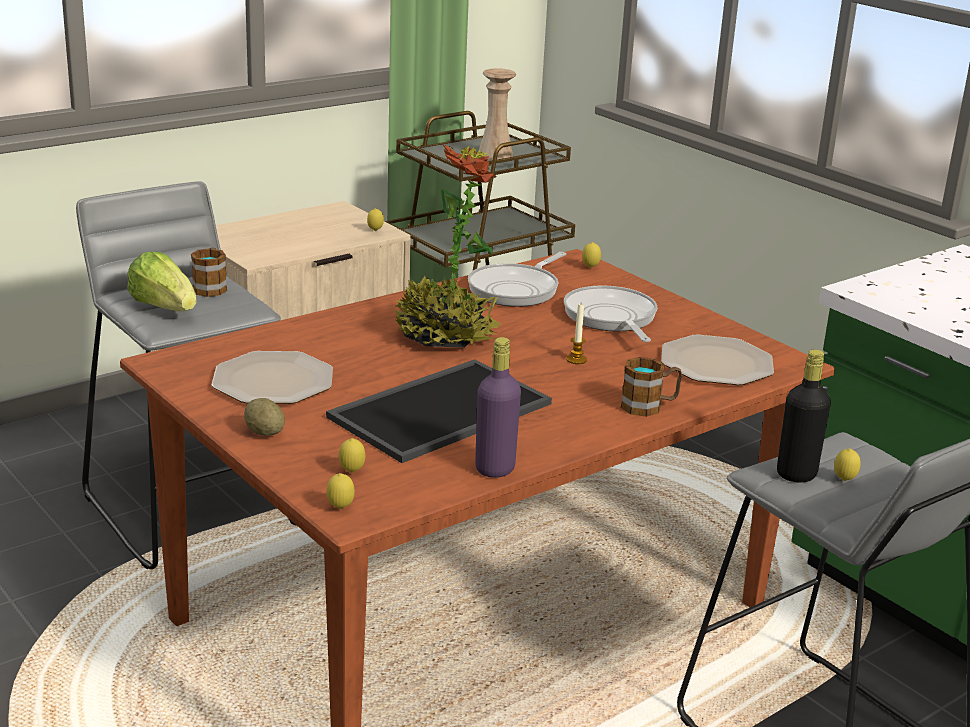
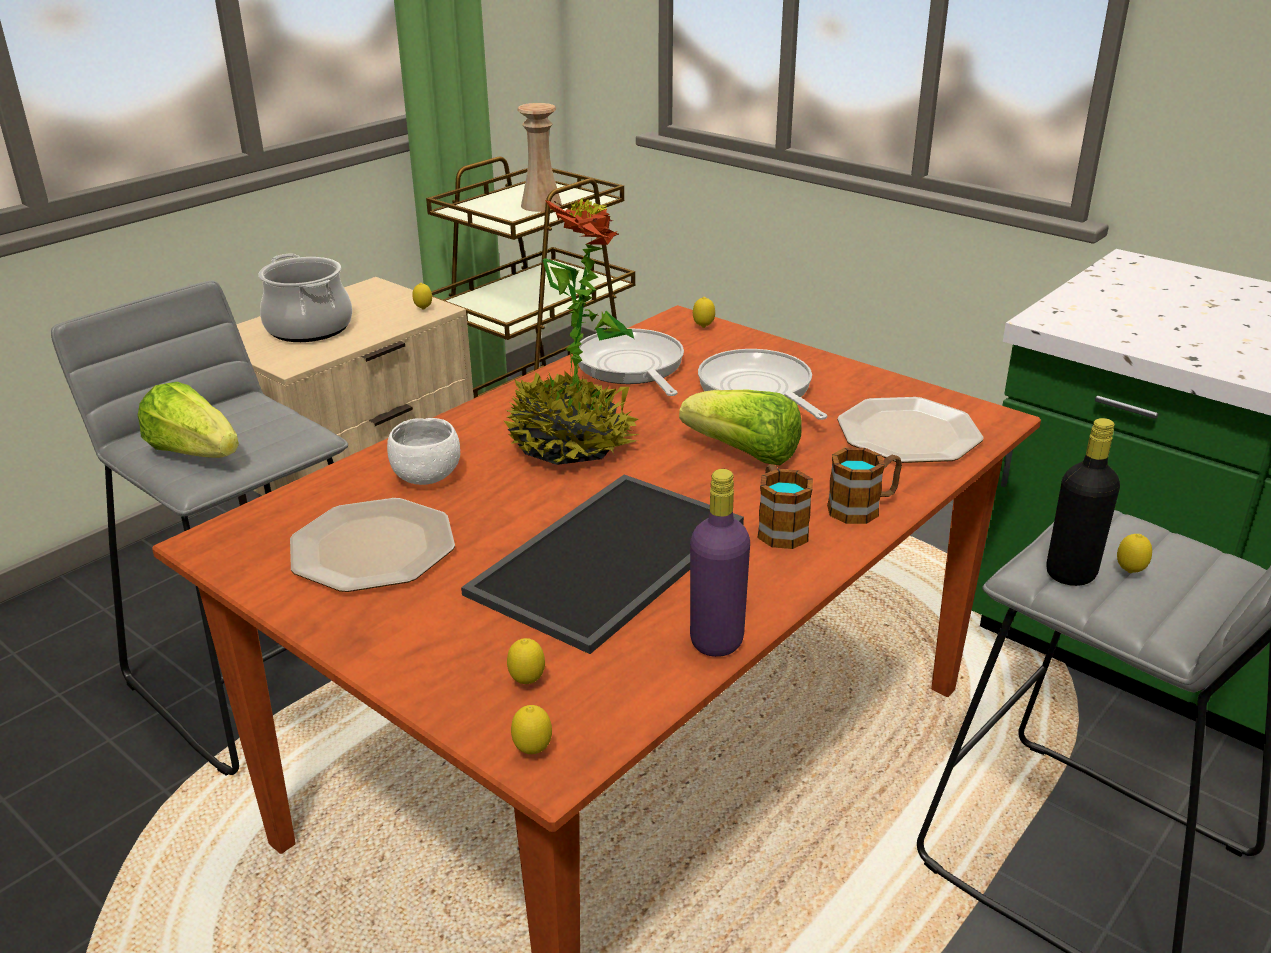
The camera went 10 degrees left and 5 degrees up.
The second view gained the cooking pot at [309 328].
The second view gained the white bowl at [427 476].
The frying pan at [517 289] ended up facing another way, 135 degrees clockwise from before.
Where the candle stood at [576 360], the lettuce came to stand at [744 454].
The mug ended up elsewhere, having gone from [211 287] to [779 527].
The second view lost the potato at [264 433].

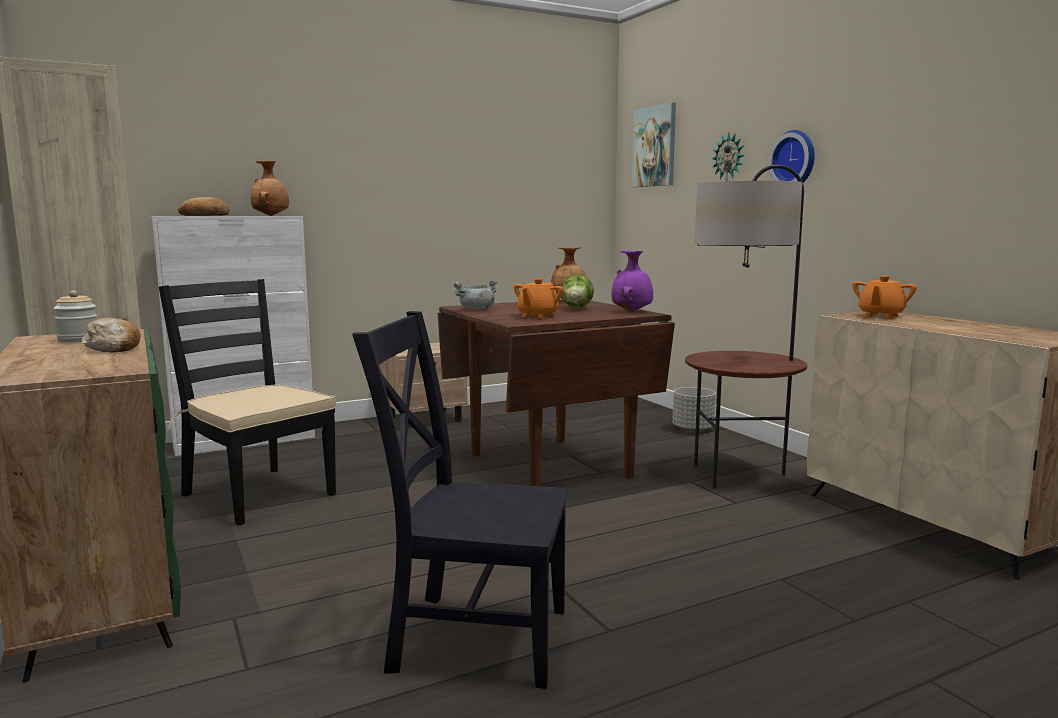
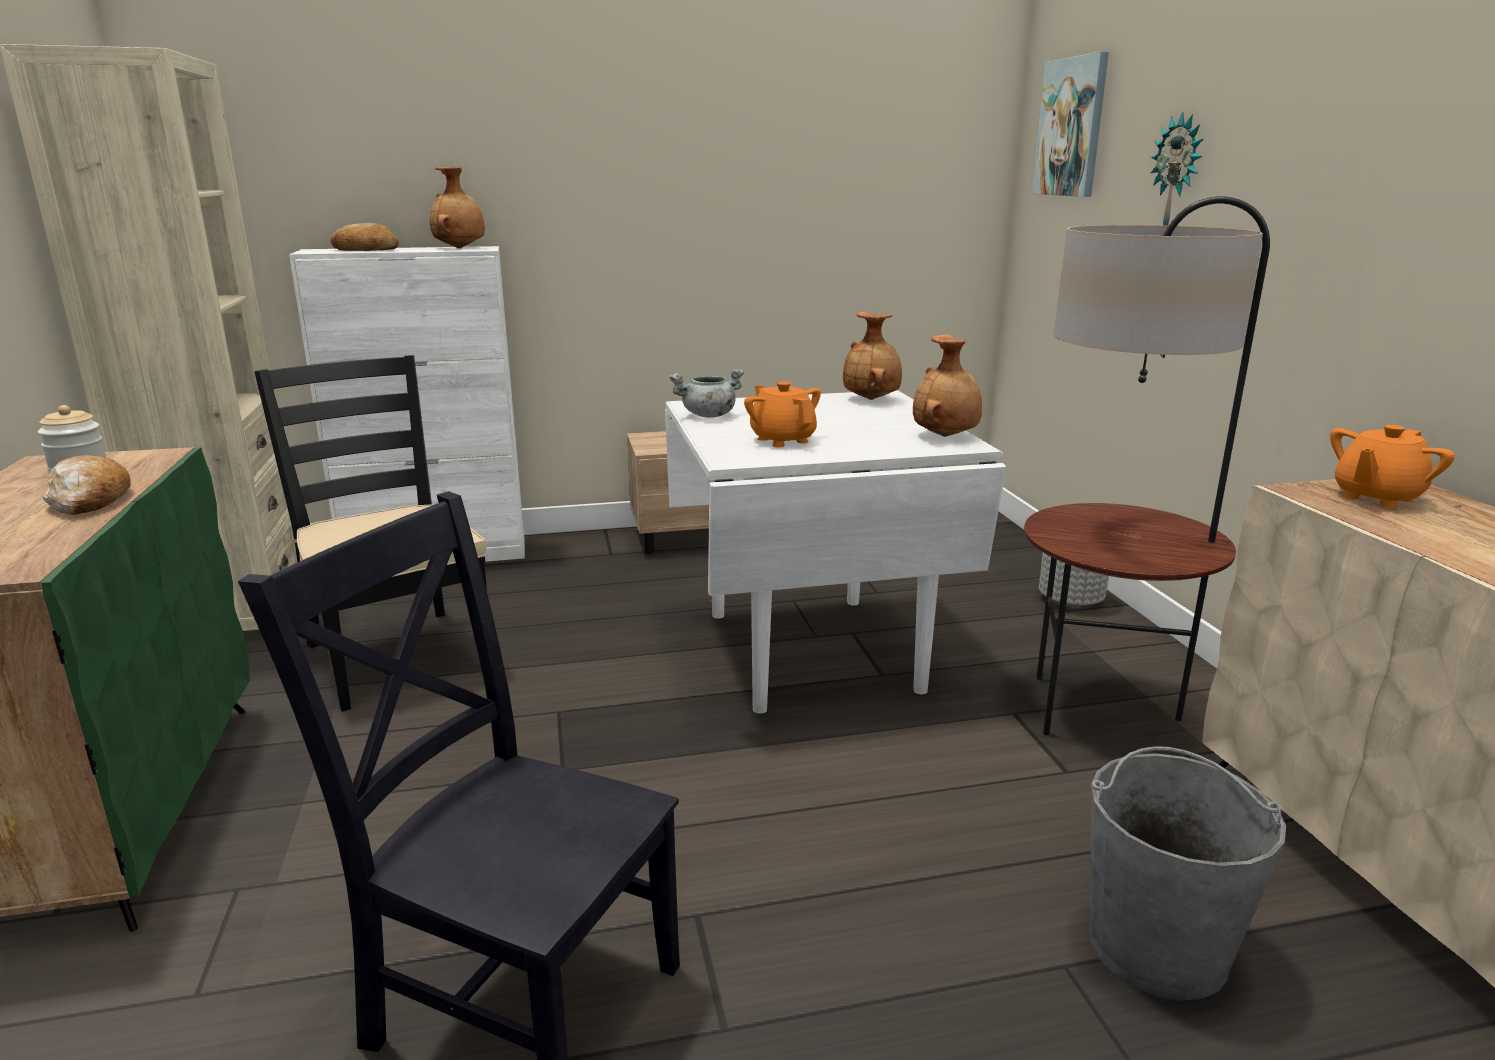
The camera went 15 degrees right and 10 degrees up.
What was the brown dining table at [550 465] turned into the white dining table at [813 650].
The orange teapot at [537 316] ended up facing another way, 105 degrees clockwise from before.
What was the purple vase at [632 311] turned into the brown vase at [946 436].
The second view gained the grey bucket at [1157 946].
The second view lost the lettuce at [577 308].
The second view lost the wall clock at [795 160].

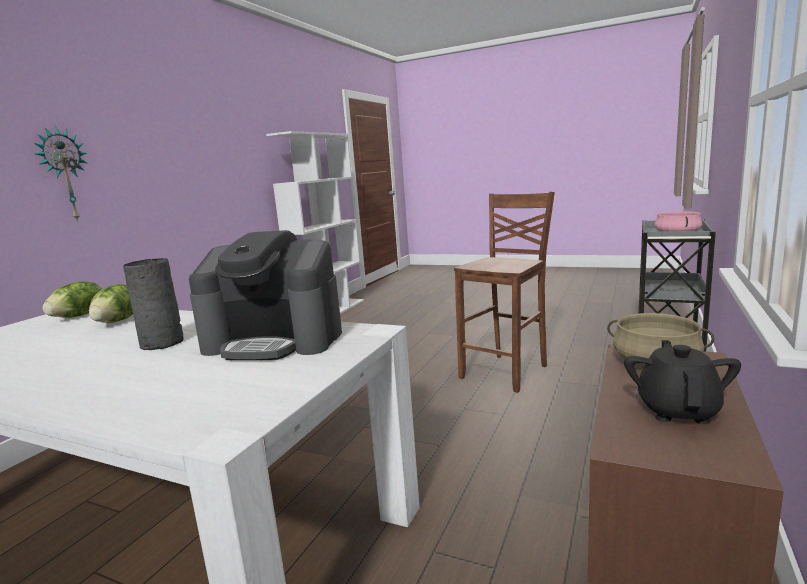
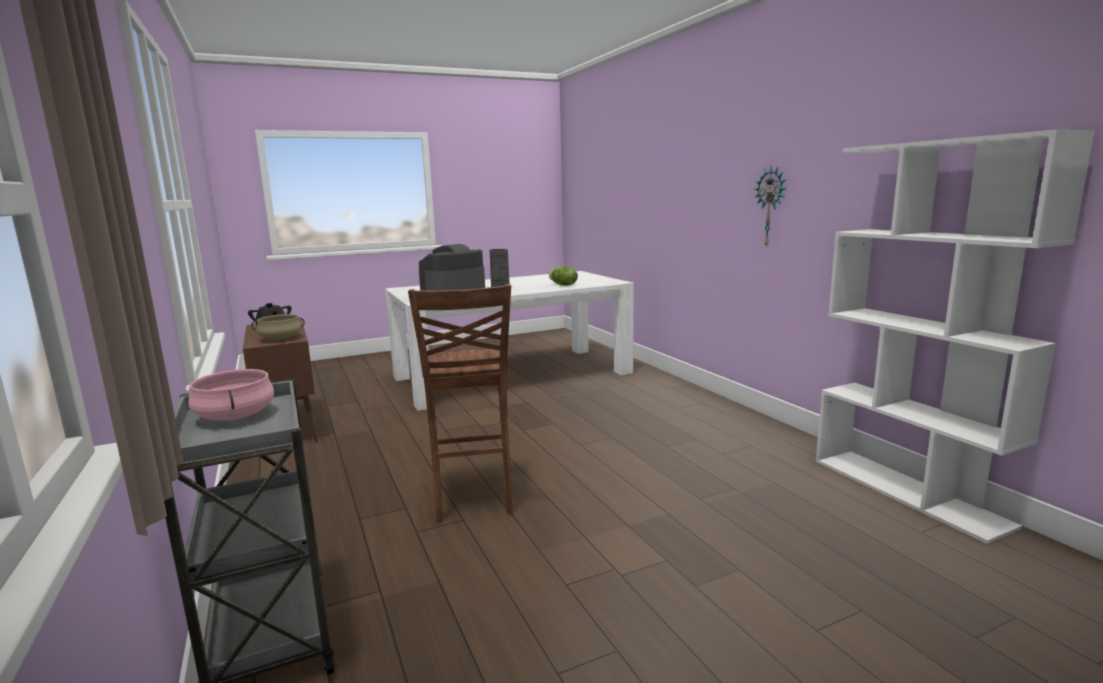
The camera went 130 degrees right and 0 degrees up.
The wall clock ended up elsewhere, having gone from [64 175] to [771 207].
The second view lost the lettuce at [79 316].

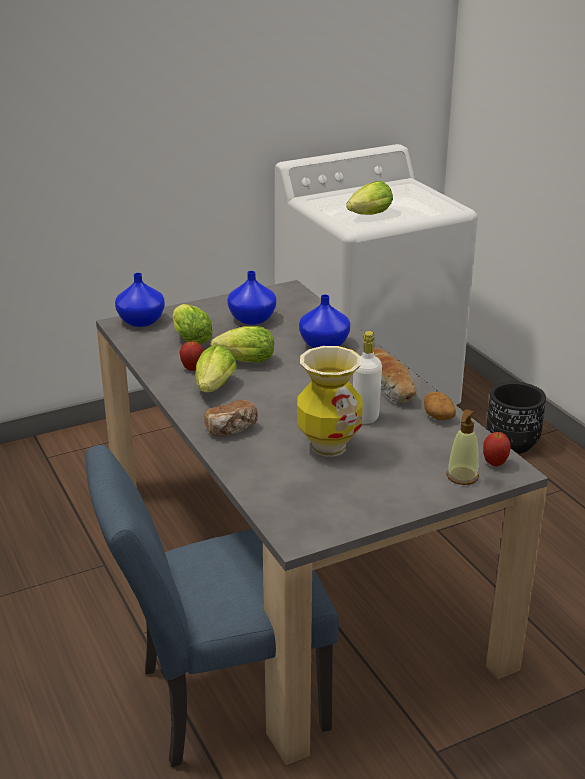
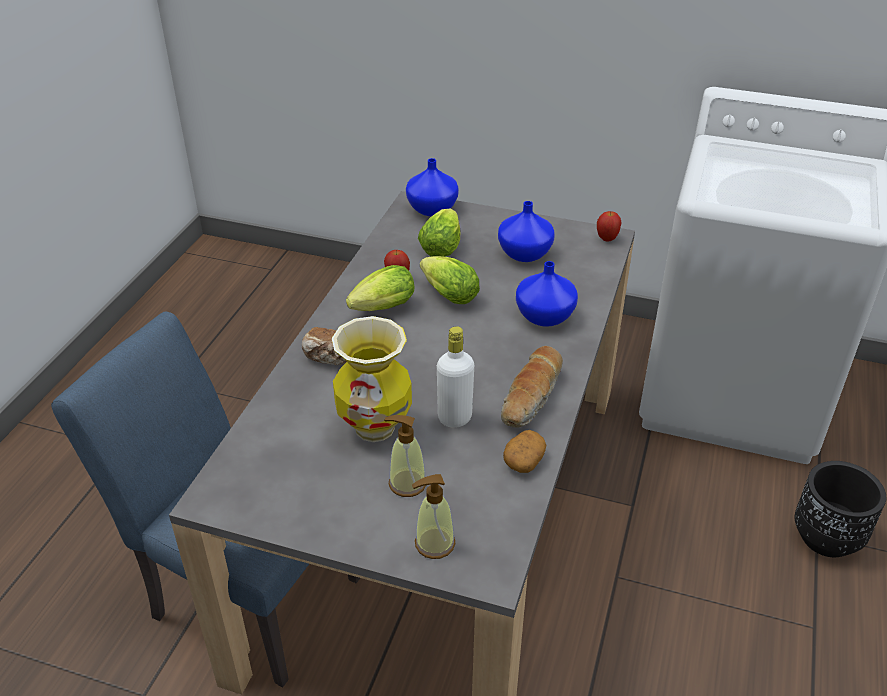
The camera went 45 degrees right and 10 degrees up.
The second view gained the soap dispenser at [407 483].
The apple ended up elsewhere, having gone from [494 463] to [607 239].
The second view lost the lettuce at [367 216].

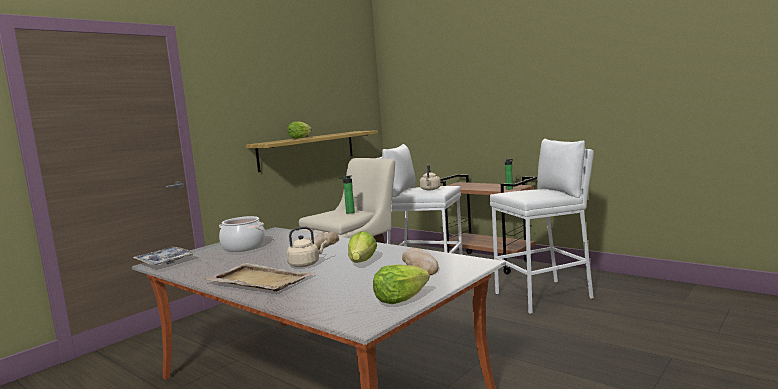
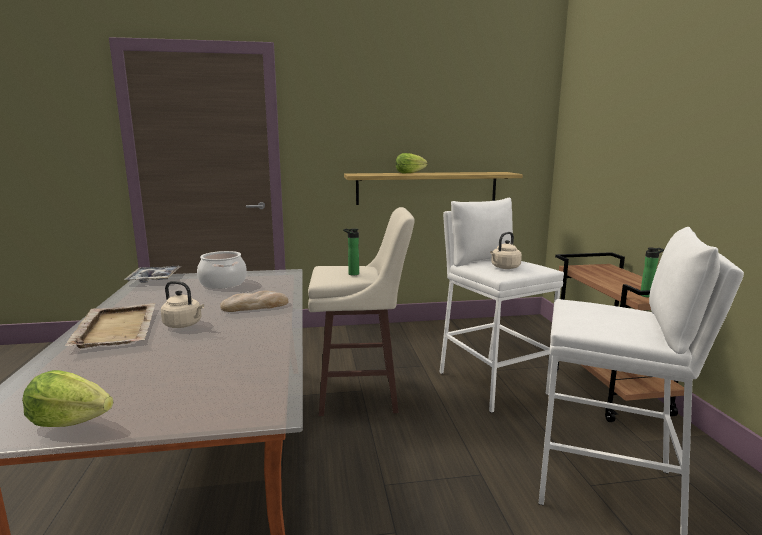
The camera went 40 degrees right and 5 degrees up.
The second view lost the lettuce at [362 262].
The second view lost the bread at [420 266].

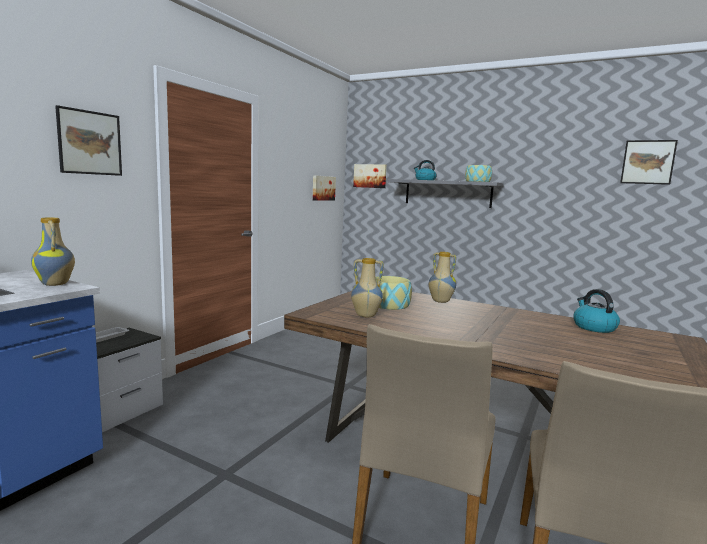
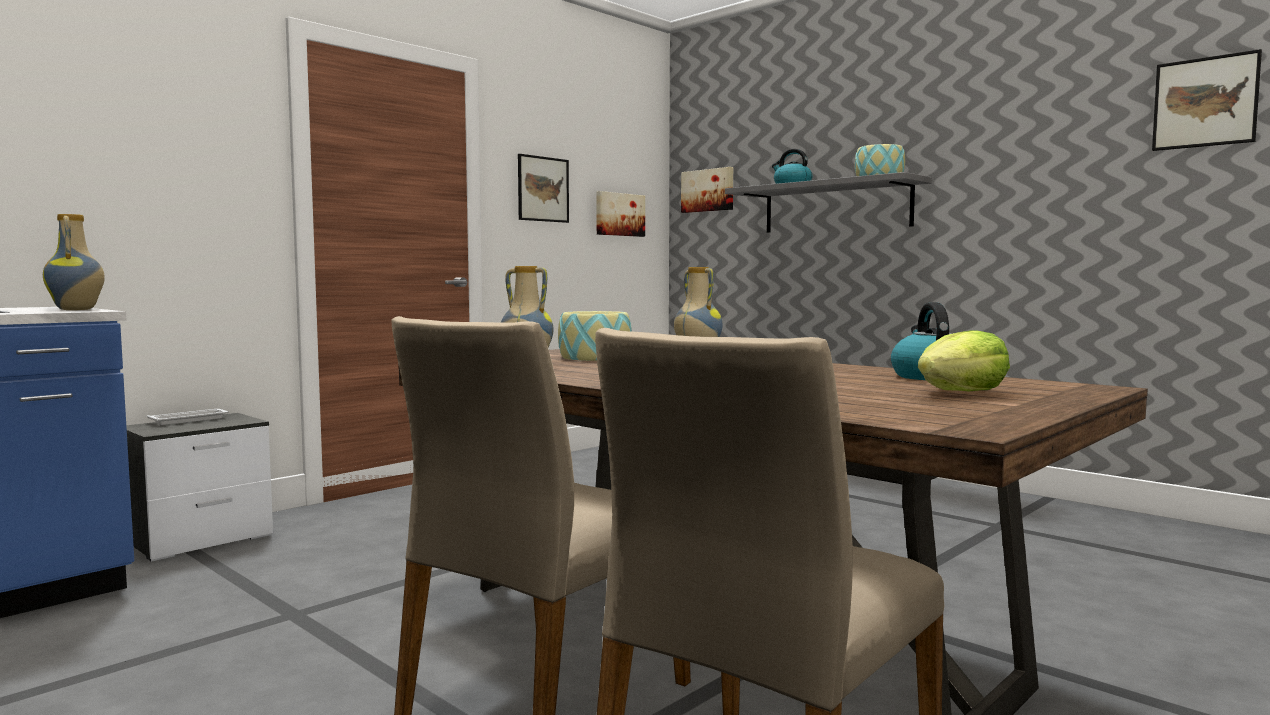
The camera went 15 degrees right and 5 degrees down.
The picture ended up elsewhere, having gone from [90 143] to [543 189].
The second view gained the lettuce at [961 392].

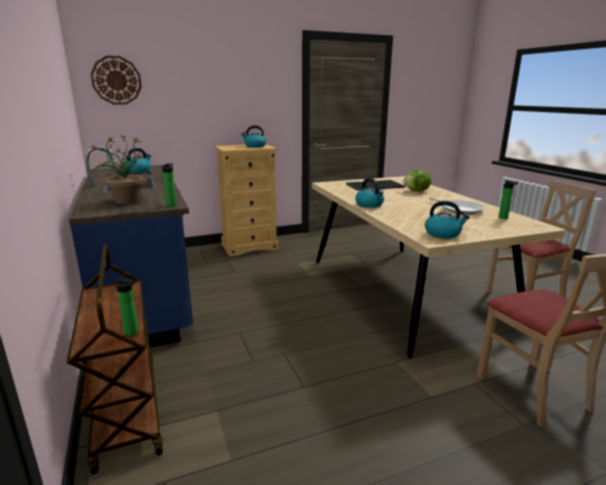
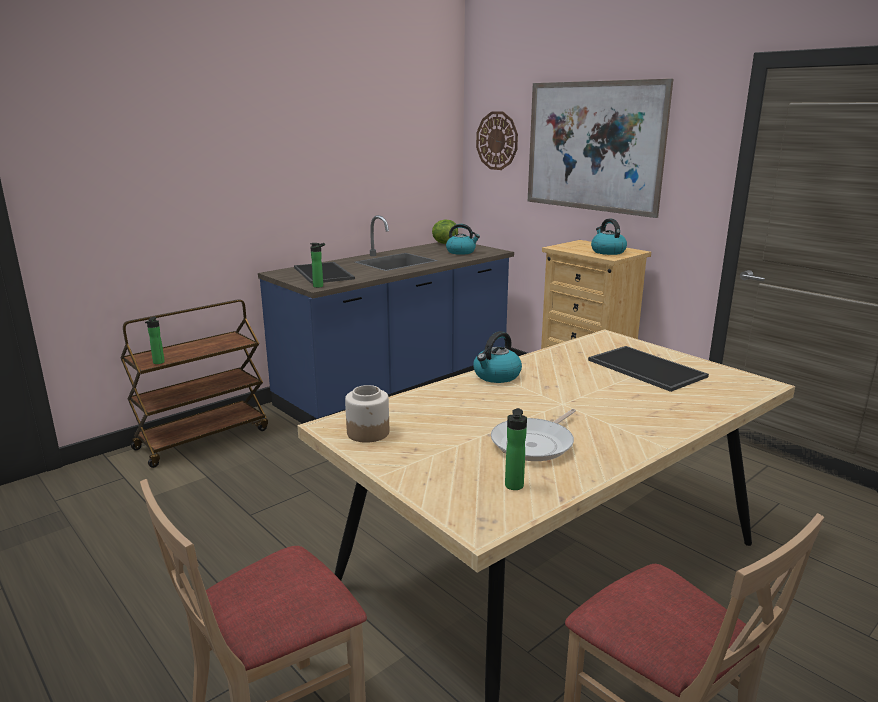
The camera went 70 degrees right and 0 degrees up.
Where the potted plant stood at [127 201], the tray came to stand at [324 273].
Where the kettle stood at [443 234], the jar came to stand at [368 432].
The lettuce ended up elsewhere, having gone from [417 191] to [444 243].
The second view gained the picture at [593 146].

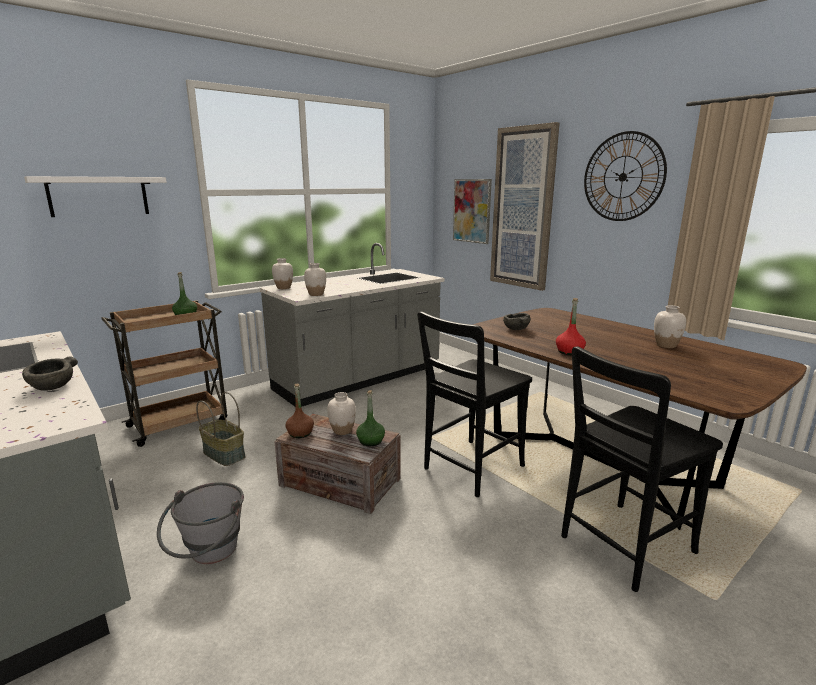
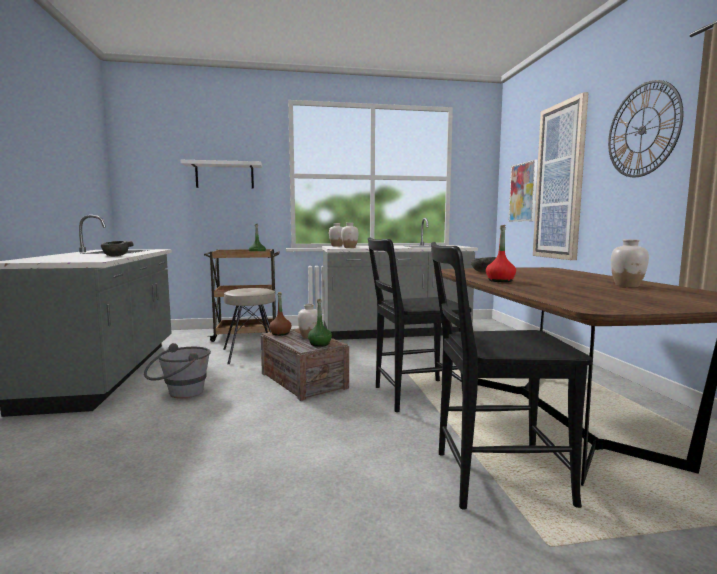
The camera went 30 degrees right and 10 degrees down.
Where the basket stood at [225 454], the beige stool came to stand at [251 353].

